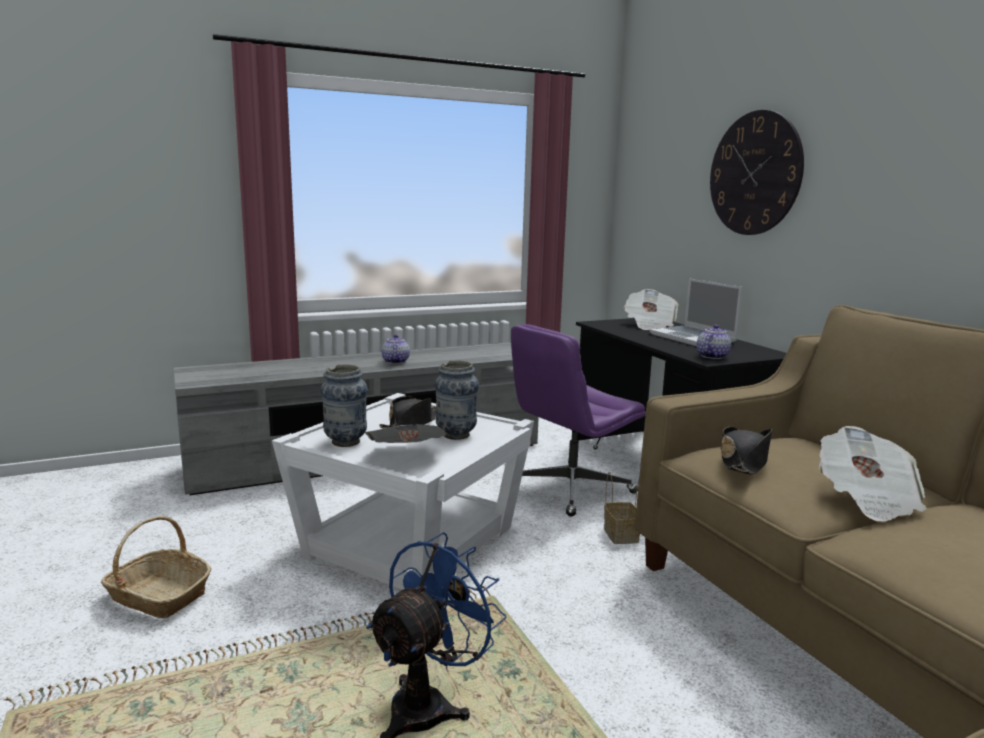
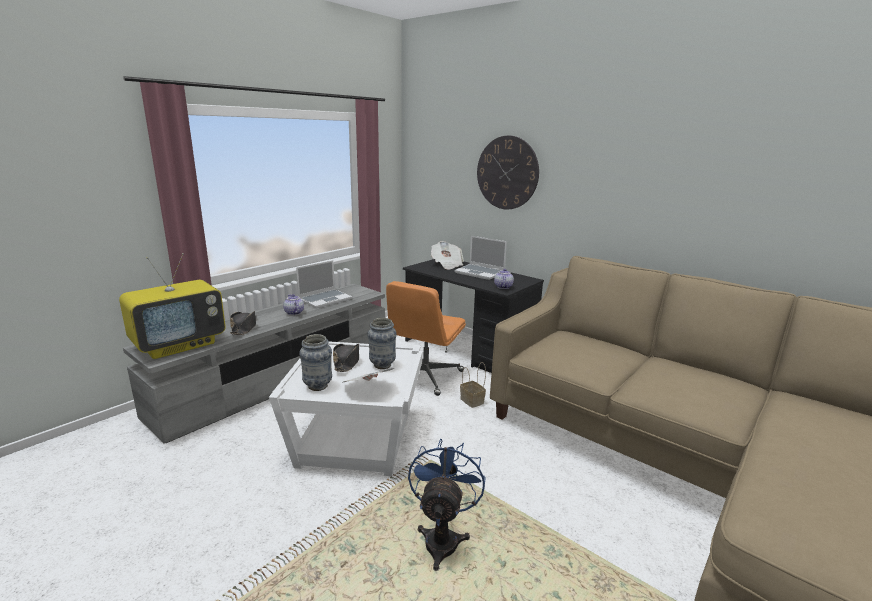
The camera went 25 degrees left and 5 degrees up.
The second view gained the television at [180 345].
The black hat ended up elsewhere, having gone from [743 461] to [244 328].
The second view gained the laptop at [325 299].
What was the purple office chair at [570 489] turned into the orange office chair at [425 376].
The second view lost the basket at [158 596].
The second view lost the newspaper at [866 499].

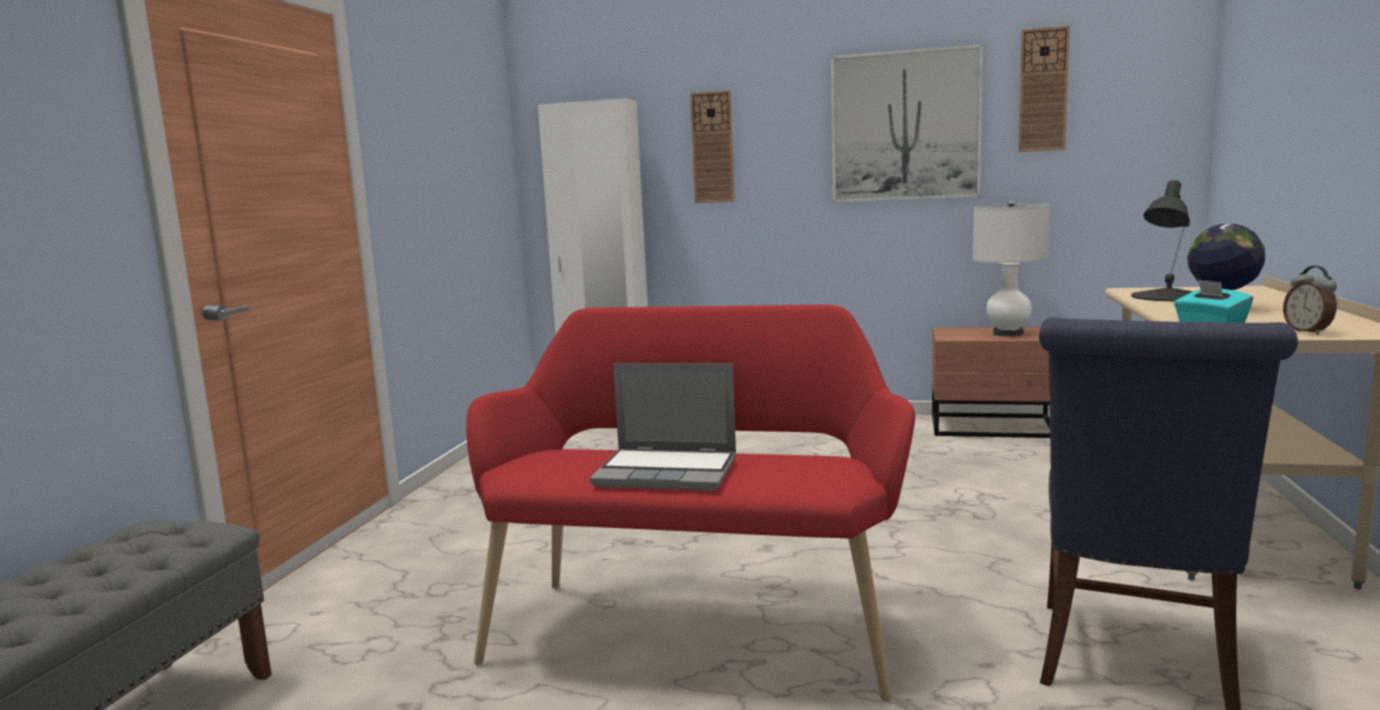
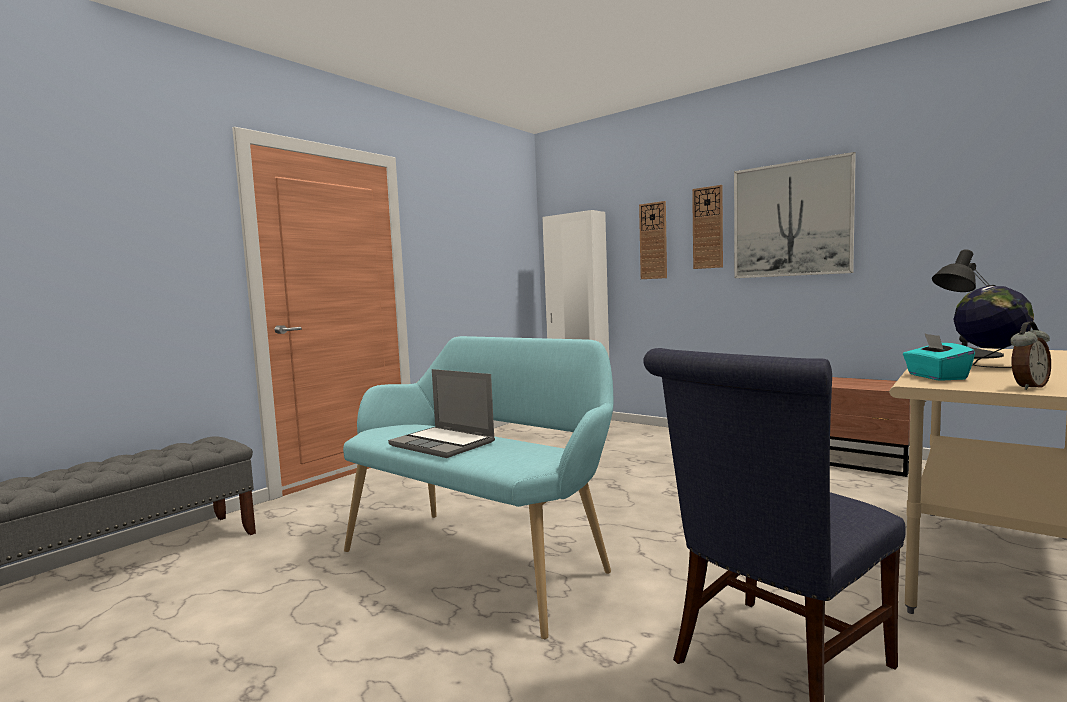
The camera went 25 degrees right and 5 degrees down.
What was the red bench at [695 627] turned into the turquoise bench at [482 558].
The wall clock ended up elsewhere, having gone from [1043 90] to [708 228].
The alarm clock at [1308 332] ended up facing another way, 135 degrees counterclockwise from before.
The second view lost the white table lamp at [1008 333].

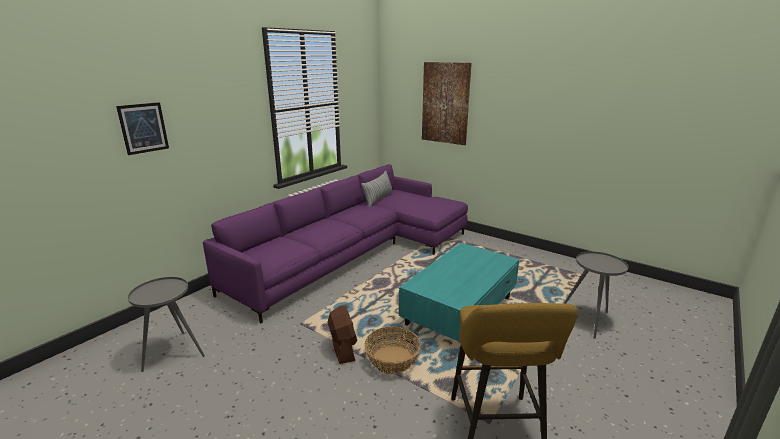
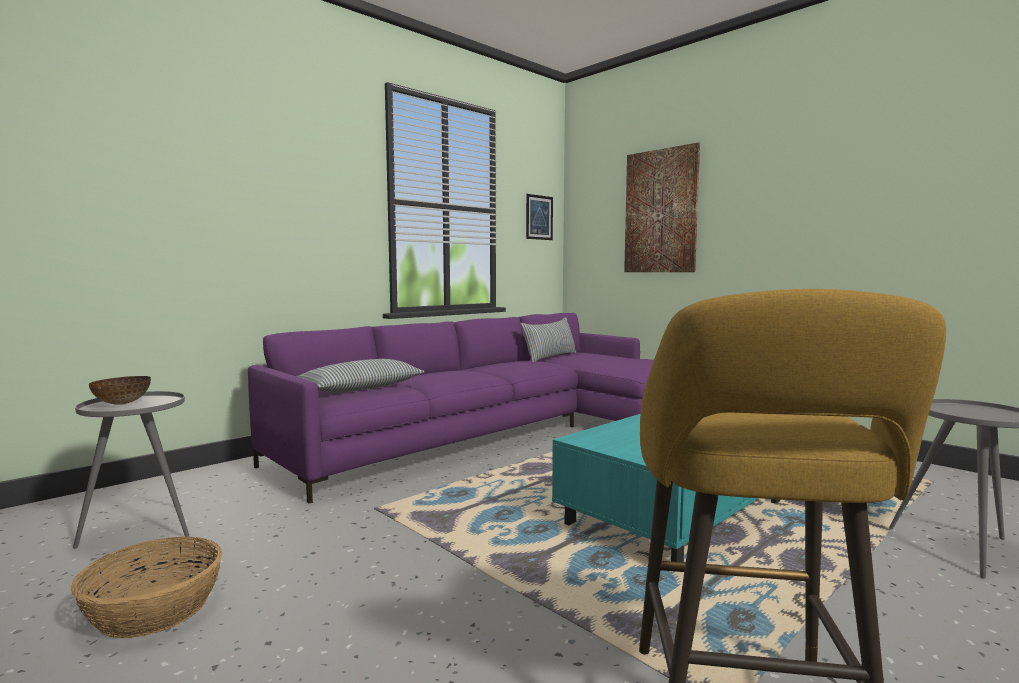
The camera went 10 degrees right and 15 degrees down.
The basket ended up elsewhere, having gone from [392 359] to [153 608].
The second view gained the bowl at [122 403].
The second view gained the pillow at [361 388].
The picture ended up elsewhere, having gone from [143 128] to [539 217].
The second view lost the brown fan at [343 348].

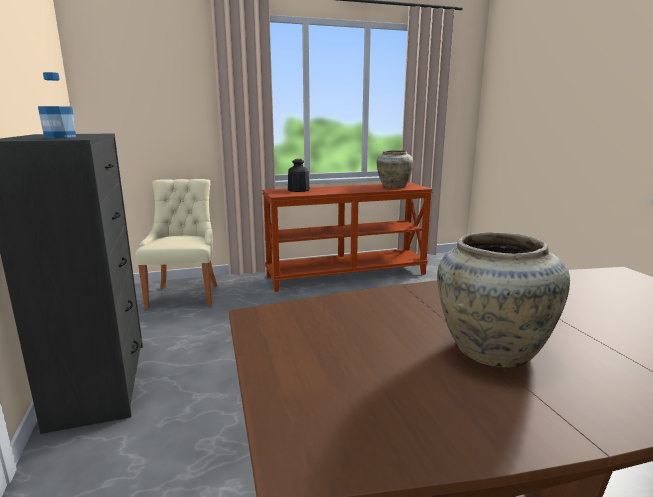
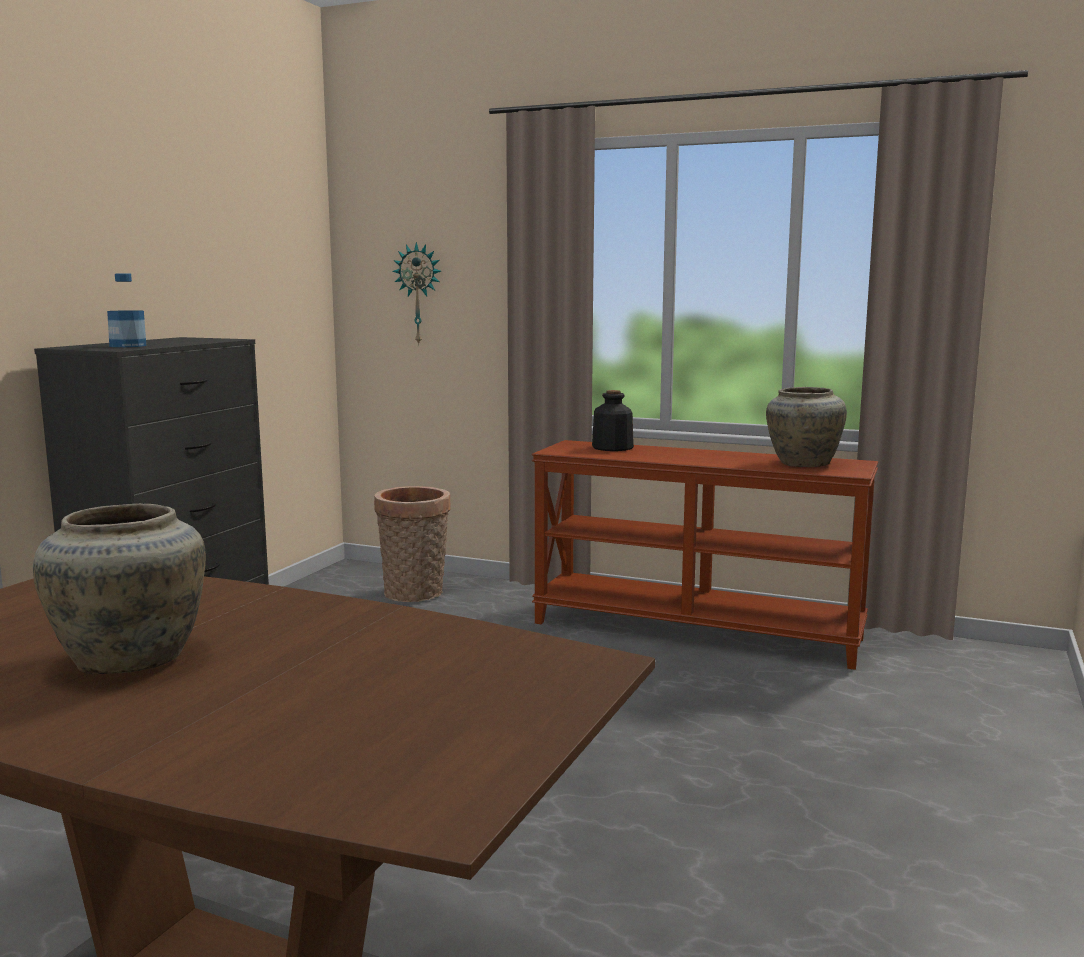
The camera went 40 degrees right and 5 degrees down.
Where the beige chair stood at [185 295], the basket came to stand at [415 595].
The second view gained the wall clock at [419 294].

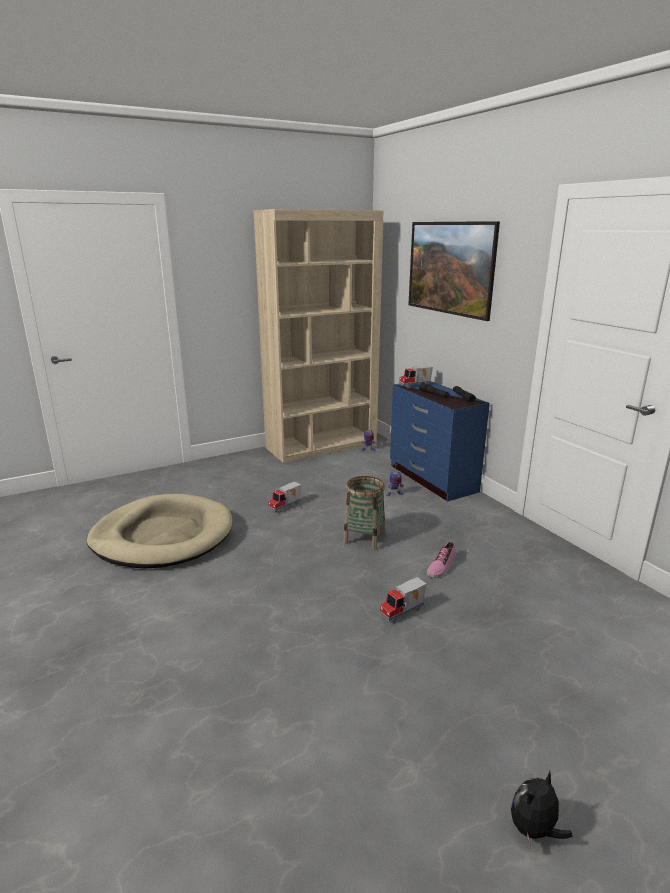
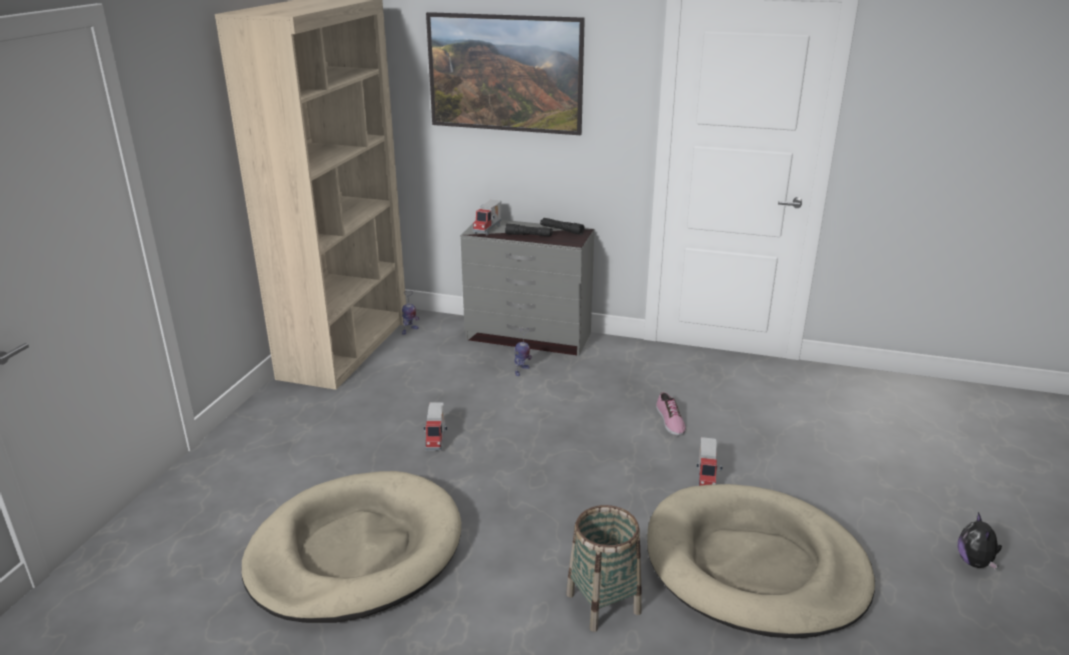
The camera went 45 degrees left and 5 degrees up.
What was the blue dresser at [432 479] turned into the grey dresser at [528 337].
The basket ended up elsewhere, having gone from [364 538] to [603 603].
The second view gained the beige dog bed at [754 565].

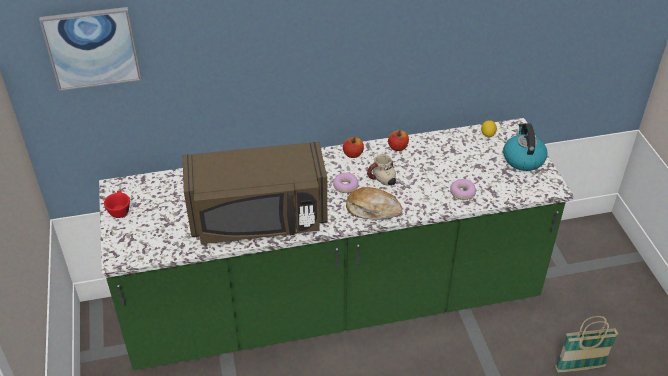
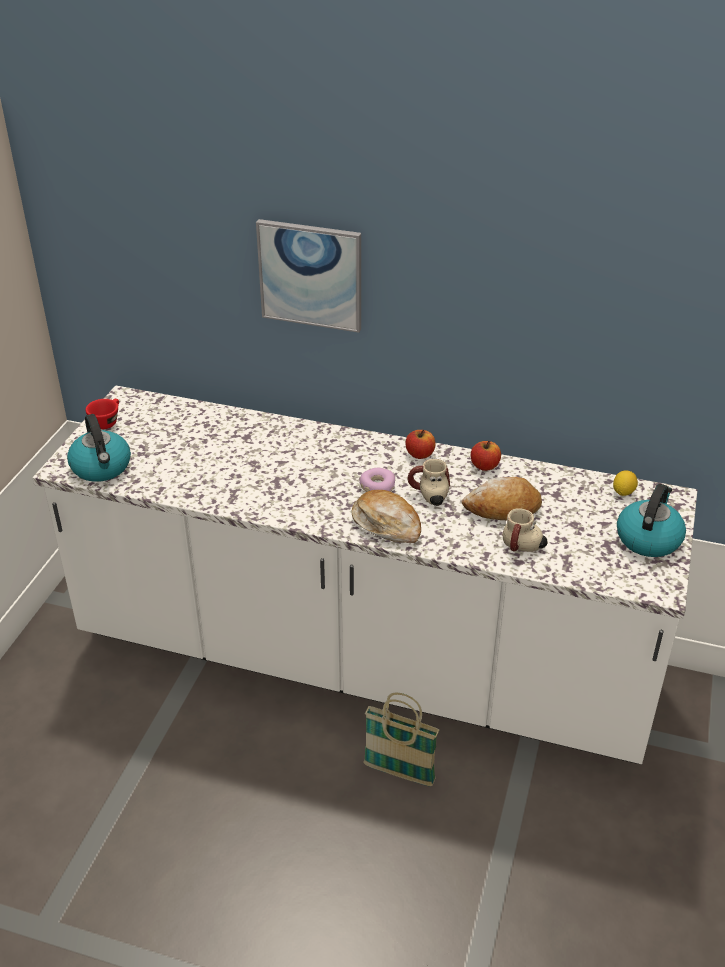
The camera went 30 degrees right and 5 degrees down.
What was the green counter at [334 306] turned into the white counter at [362 662].
The second view gained the kettle at [102 468].
The picture ended up elsewhere, having gone from [92 48] to [311 275].
The basket ended up elsewhere, having gone from [580 367] to [399 773].
The second view gained the bread at [503 508].
Where the donut stood at [462 193], the mug came to stand at [522 548].
The second view lost the brown microwave at [259 219].

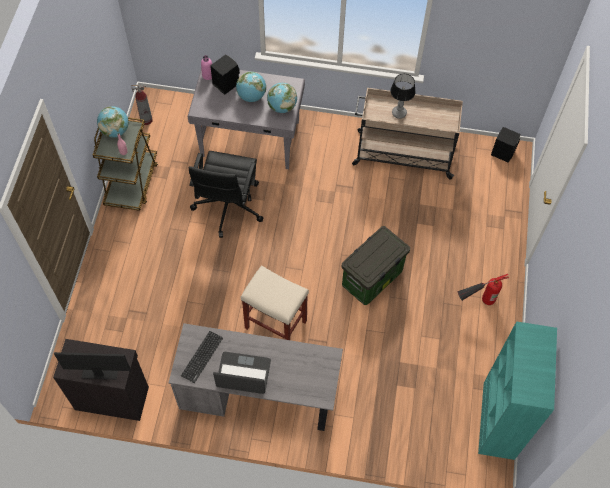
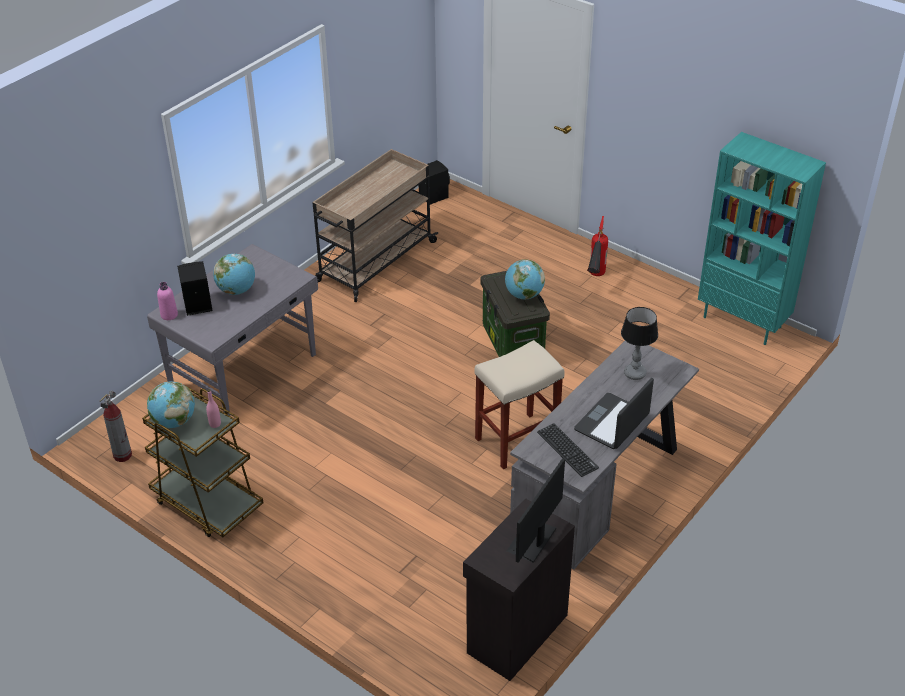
The camera went 60 degrees left and 20 degrees down.
The globe ended up elsewhere, having gone from [282 107] to [524 295].
The table lamp ended up elsewhere, having gone from [399 113] to [635 373].
The second view lost the black office chair at [228 208].

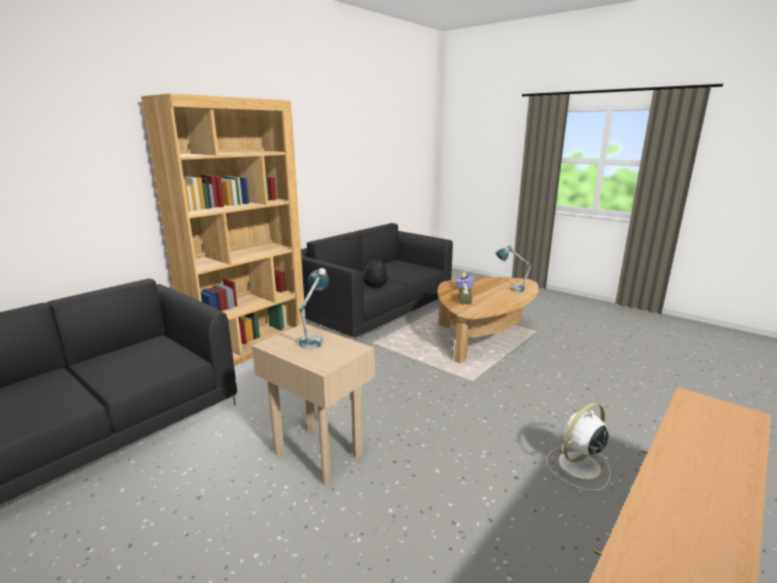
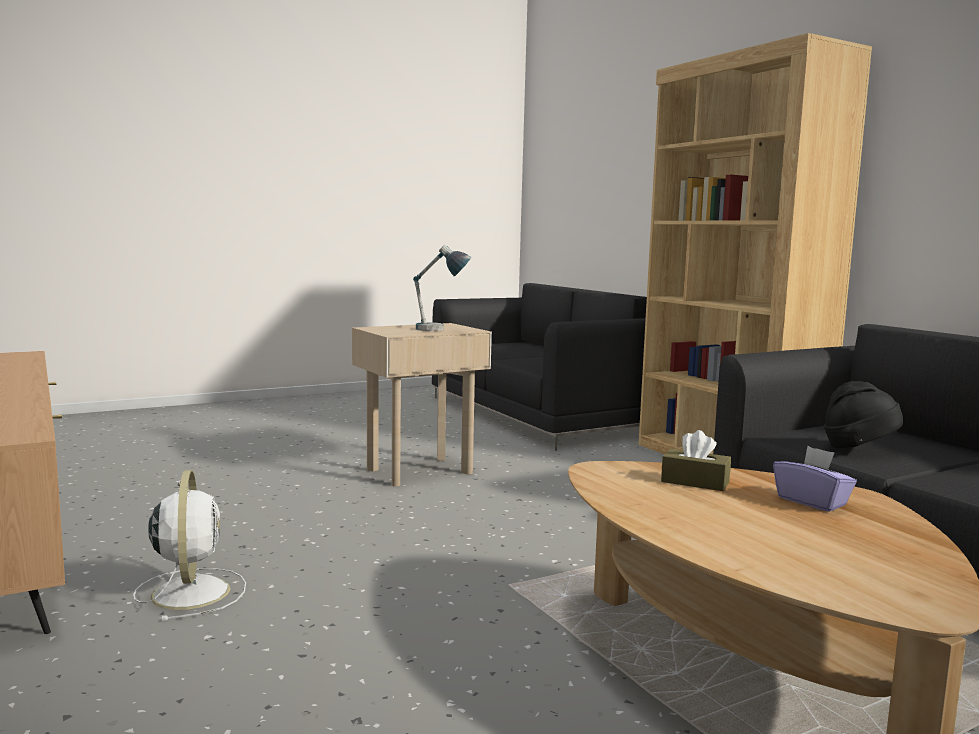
The camera went 110 degrees right and 10 degrees down.
The second view lost the table lamp at [510 289].

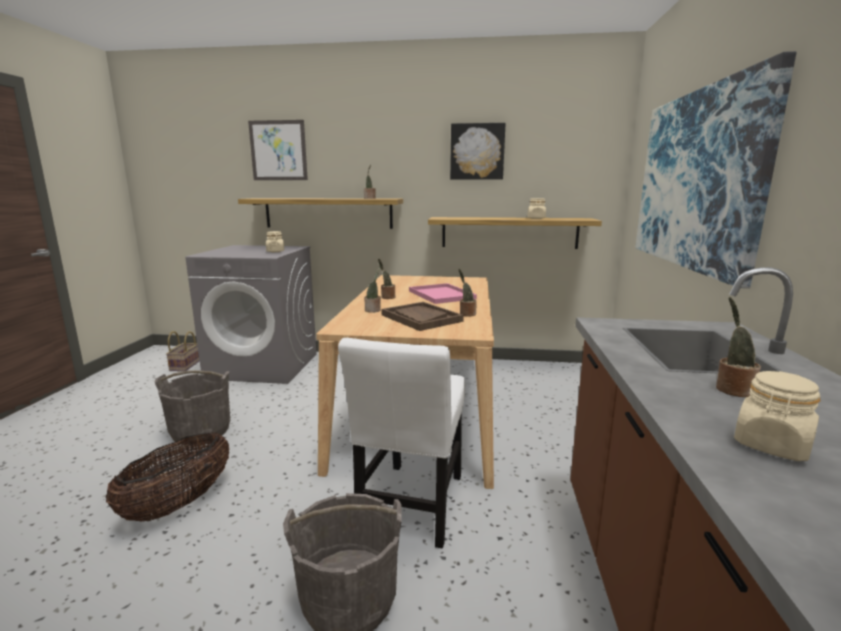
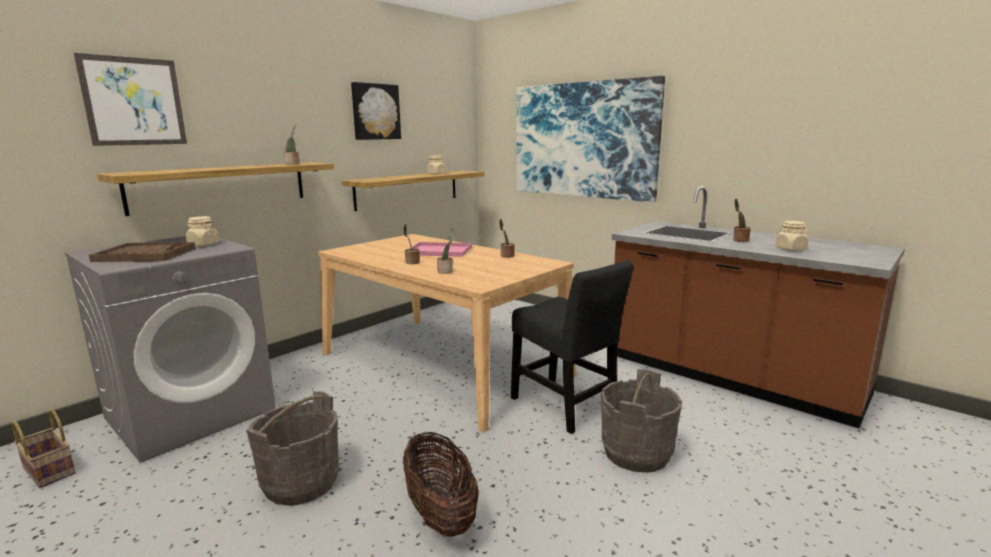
The camera went 55 degrees left and 0 degrees up.
The brown tray ended up elsewhere, having gone from [421 318] to [145 255].
What was the white chair at [411 506] turned into the black chair at [566 406].

